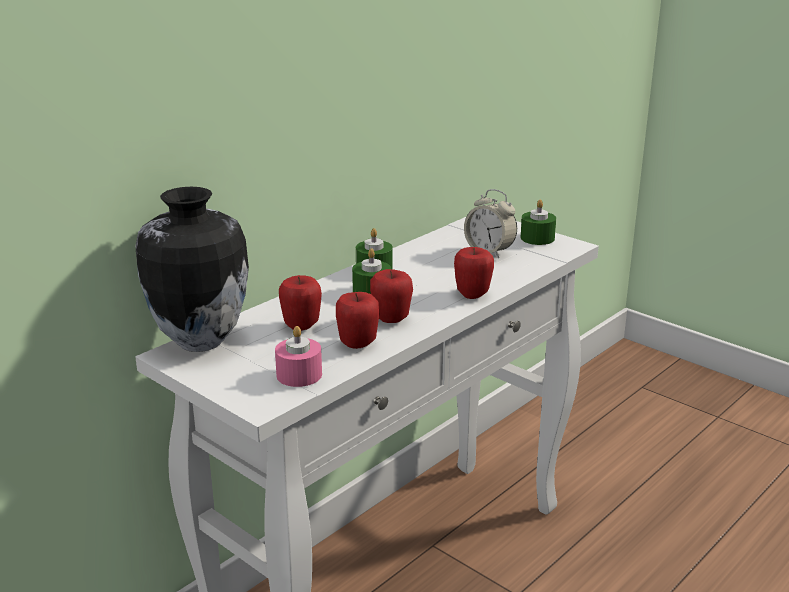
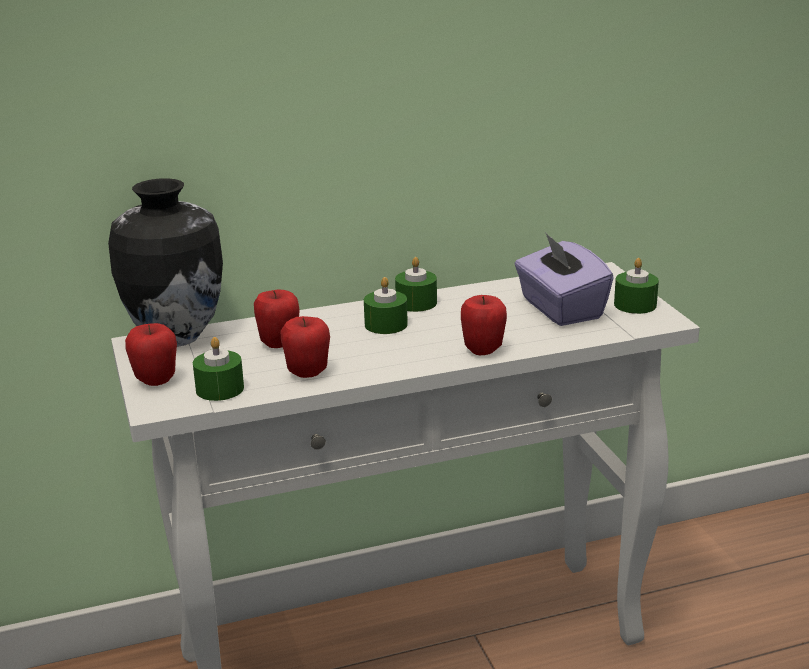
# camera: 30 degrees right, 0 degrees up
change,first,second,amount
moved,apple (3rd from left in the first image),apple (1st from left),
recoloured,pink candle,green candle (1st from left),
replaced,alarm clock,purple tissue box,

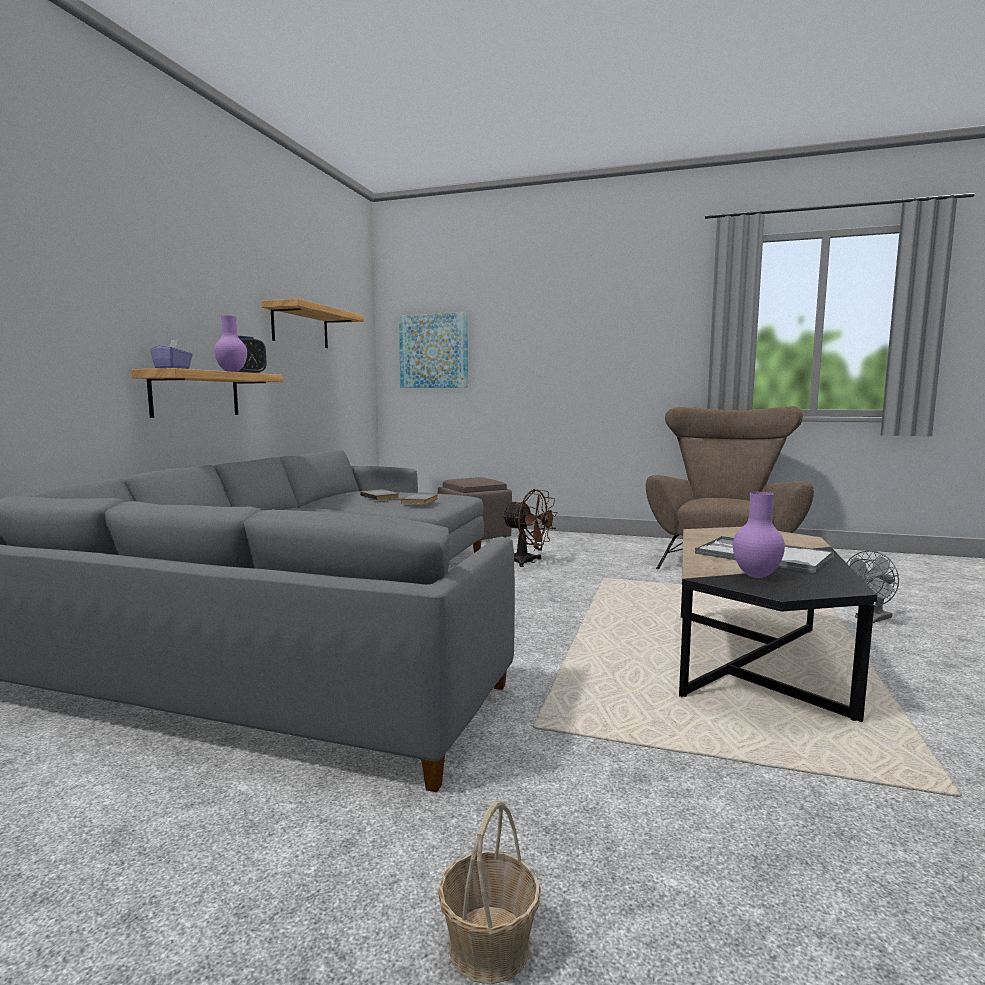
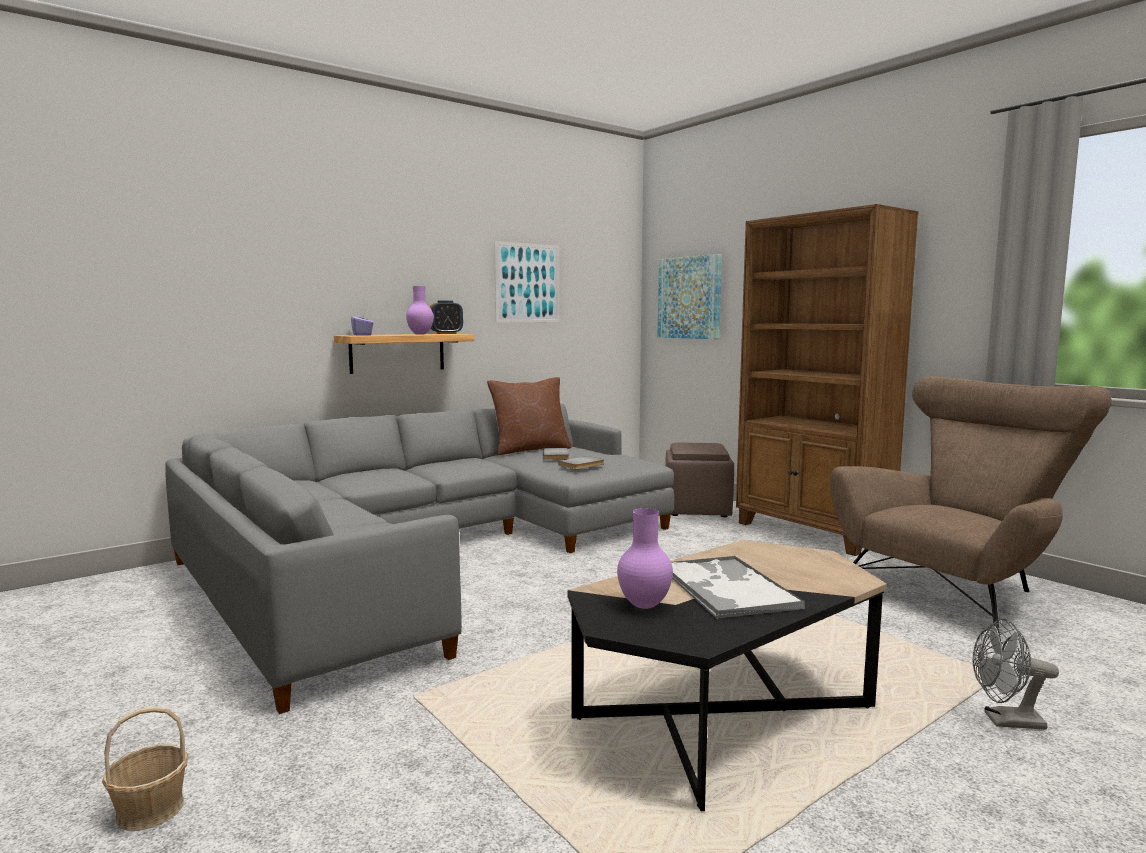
# camera: 35 degrees right, 0 degrees up
change,first,second,amount
added,,brown pillow,
replaced,shelf (2nd from left),picture (1st from left),
added,,brown bookcase,
removed,brown fan,,

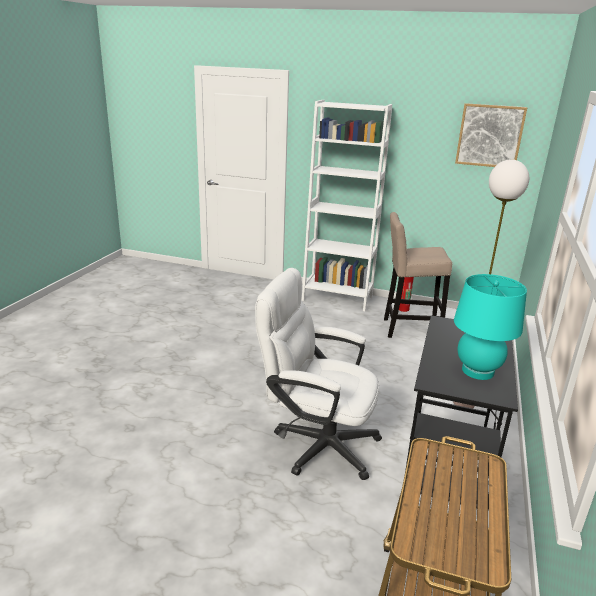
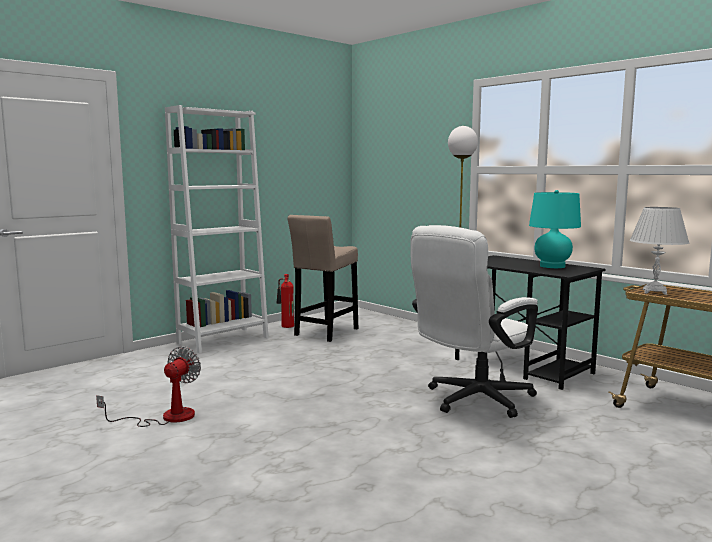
# camera: 60 degrees left, 15 degrees down
change,first,second,amount
added,,fan,
added,,white table lamp,
removed,picture,,

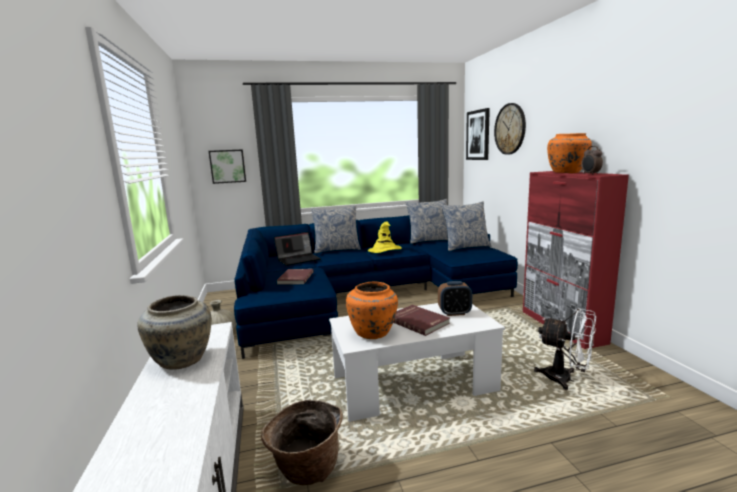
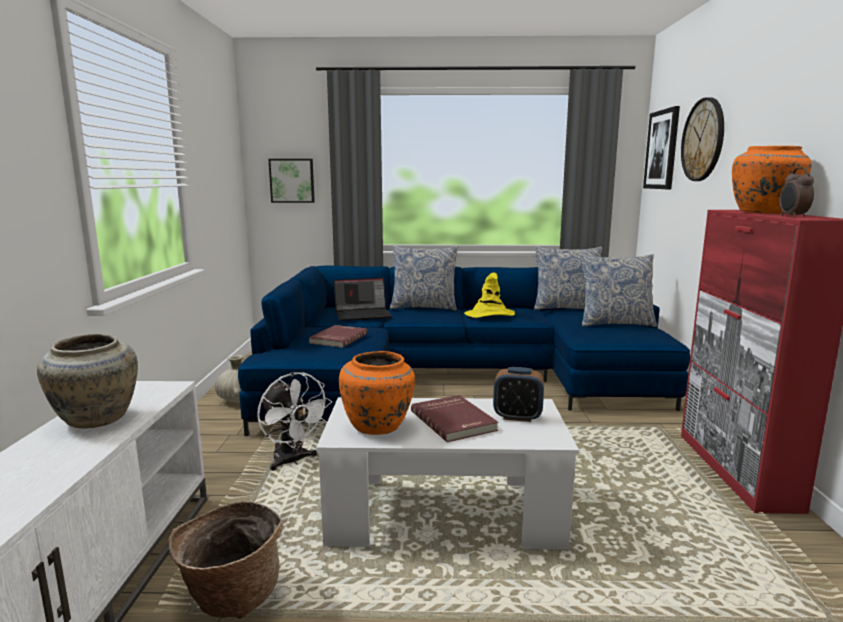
# camera: 15 degrees right, 0 degrees up
change,first,second,amount
moved,white fan,,

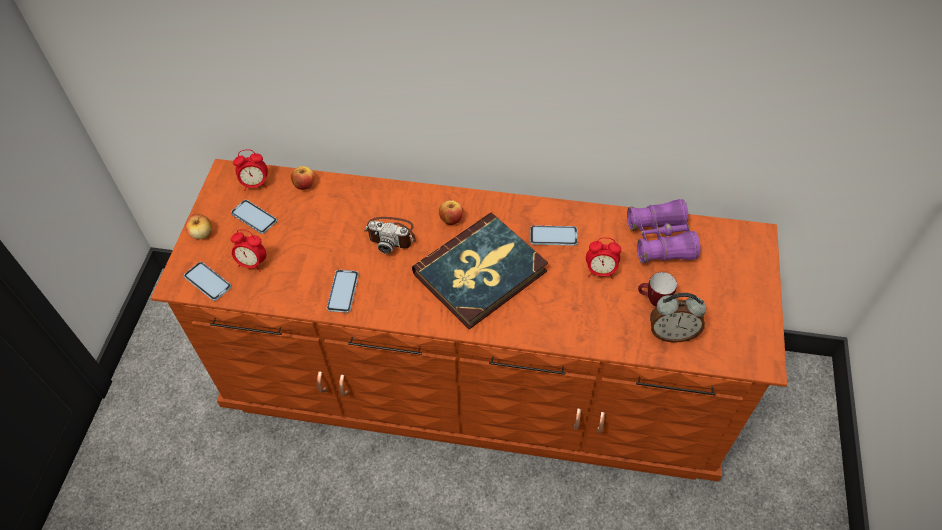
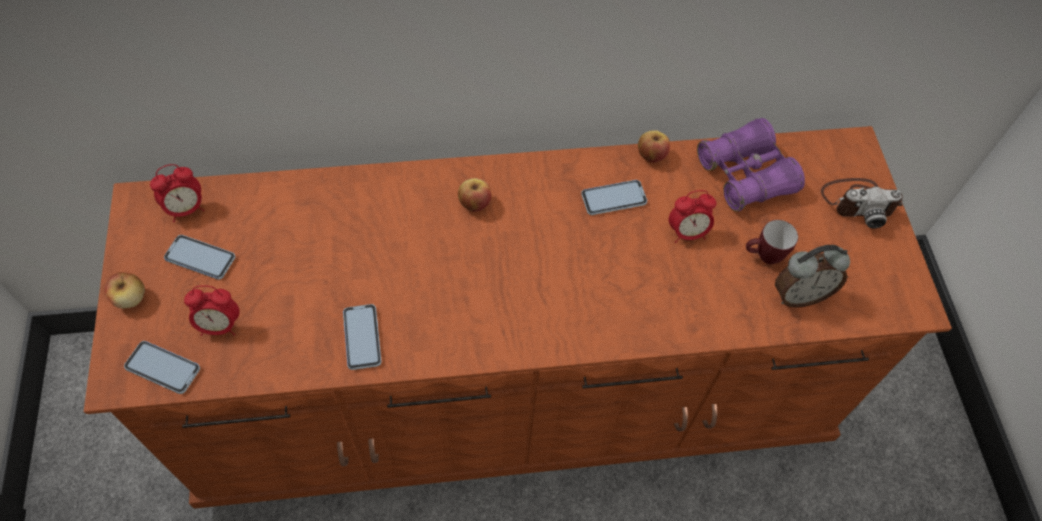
# camera: 20 degrees left, 5 degrees up
change,first,second,amount
moved,apple (2nd from left in the first image),apple (3rd from left),
moved,photo camera,,
removed,book,,

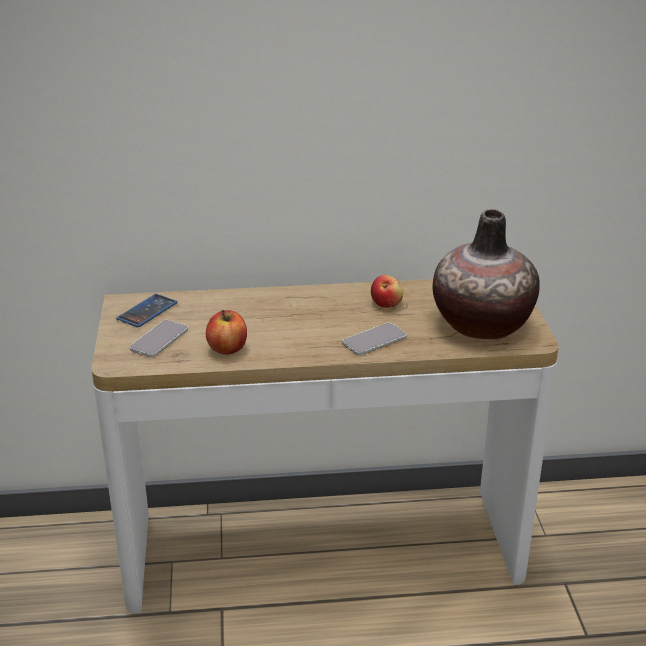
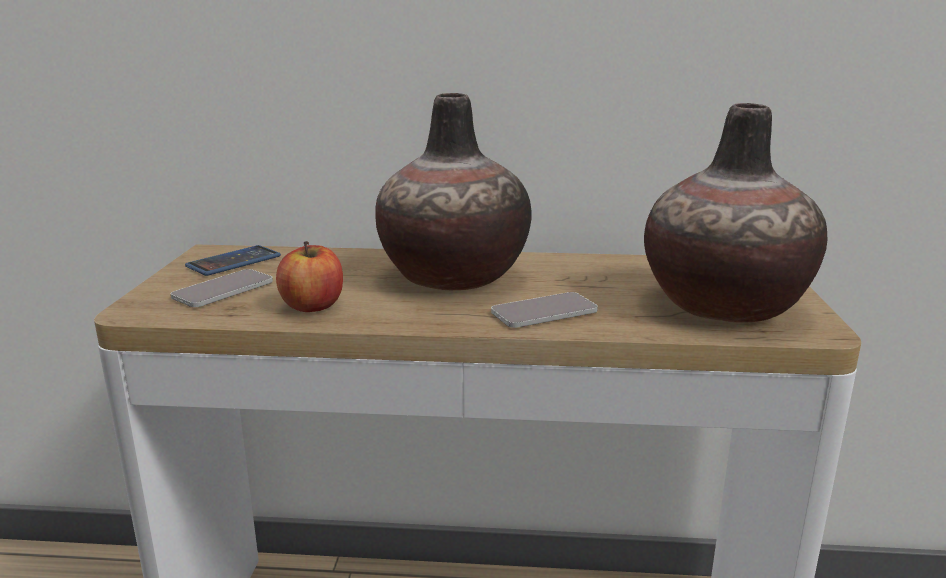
# camera: 10 degrees right, 10 degrees down
change,first,second,amount
added,,vase (1st from left),
removed,apple (2nd from left),,

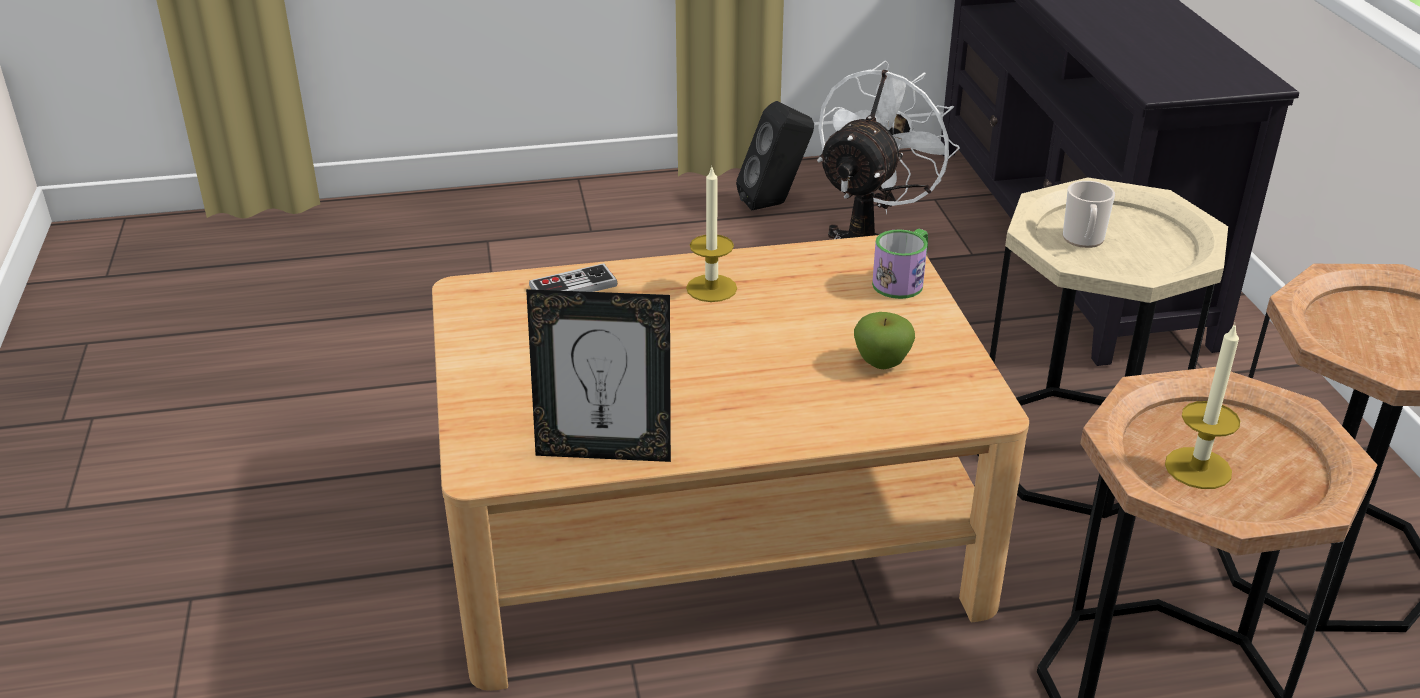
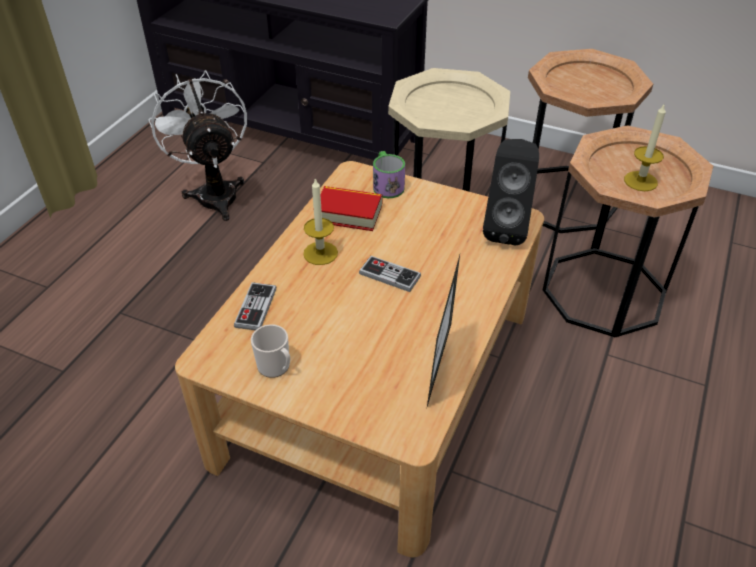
# camera: 55 degrees left, 10 degrees up
change,first,second,amount
moved,mug (2nd from left in the first image),mug (1st from left),
added,,book,
added,,game controller (2nd from left),
turned,picture frame,,150 degrees clockwise
moved,black speaker,,
removed,apple,,

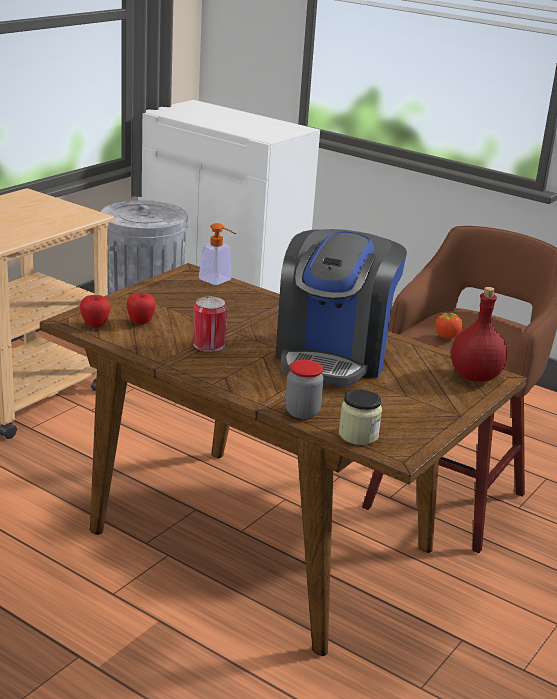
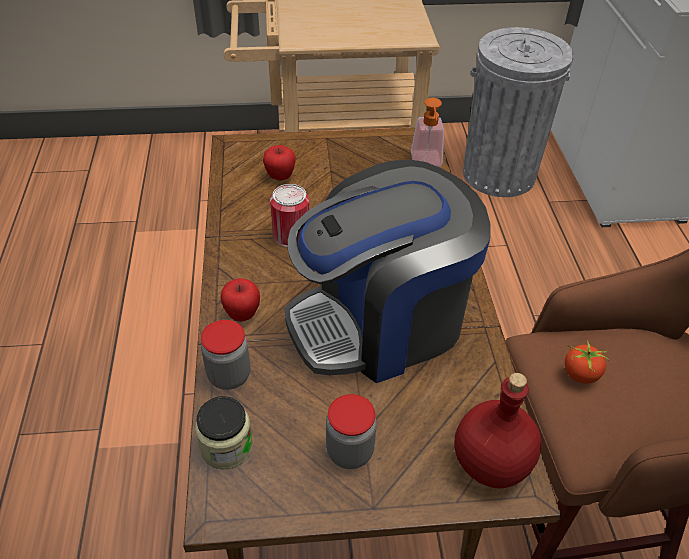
# camera: 50 degrees right, 20 degrees up
change,first,second,amount
moved,apple (1st from left),,
added,,jar (3rd from left),

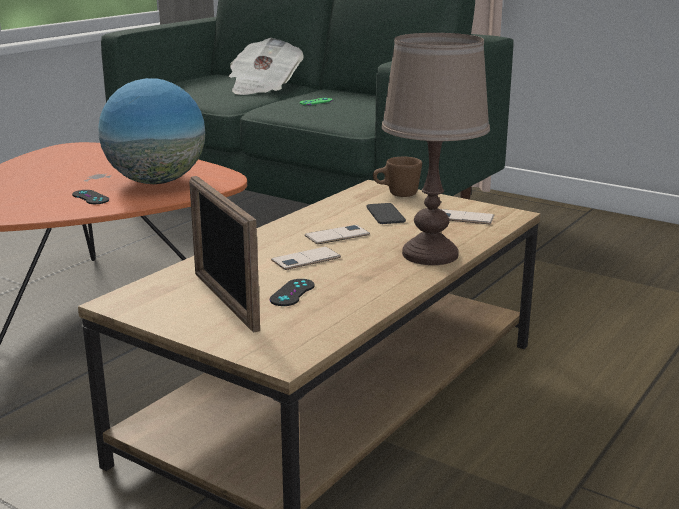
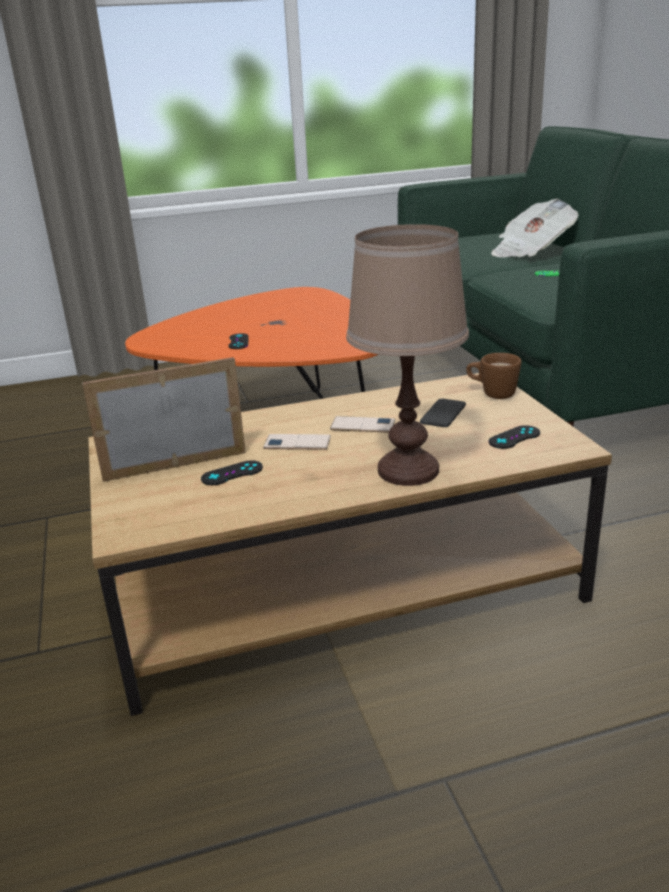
# camera: 40 degrees right, 5 degrees up
change,first,second,amount
turned,picture frame,,60 degrees clockwise
replaced,phone (4th from left),black game controller (3rd from left),
removed,globe,,

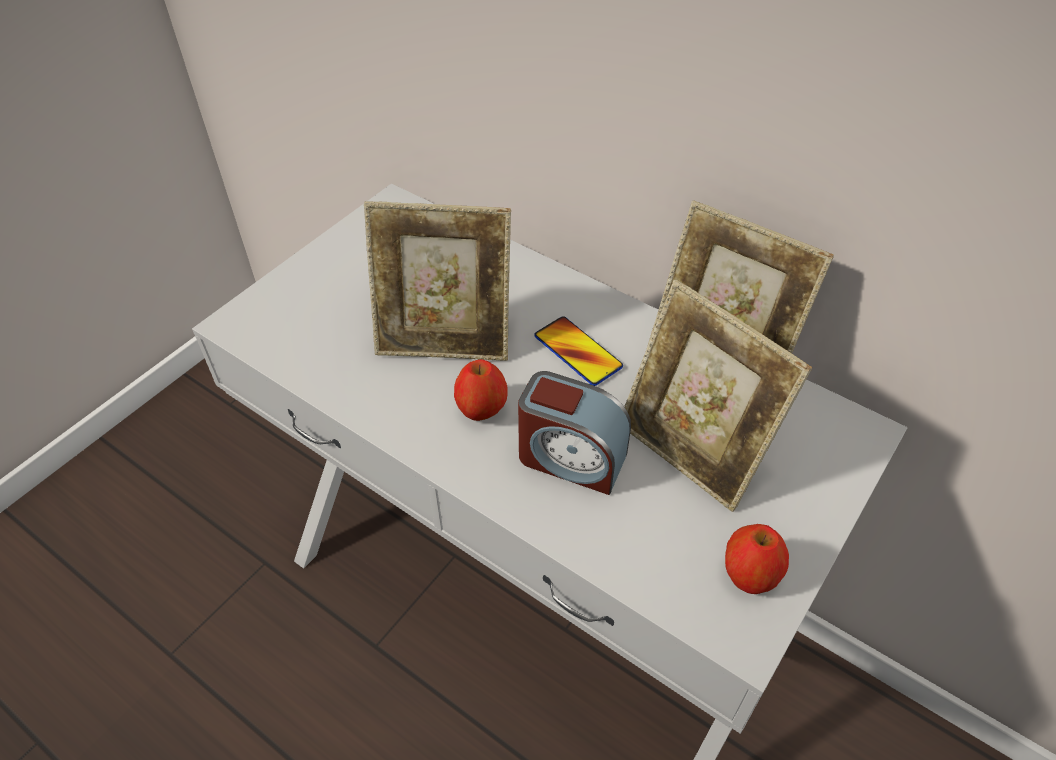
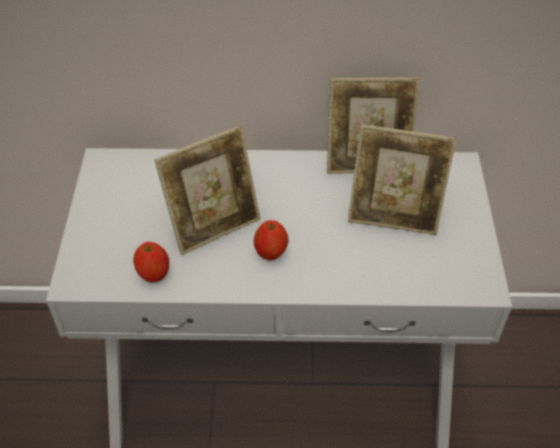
# camera: 35 degrees left, 0 degrees up
change,first,second,amount
moved,apple (2nd from left in the first image),apple (1st from left),
removed,alarm clock,,
removed,phone,,

